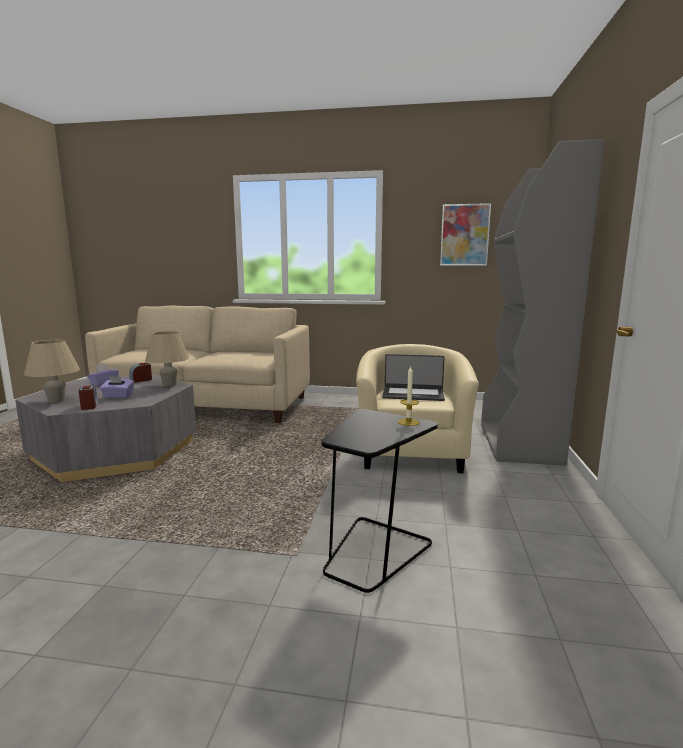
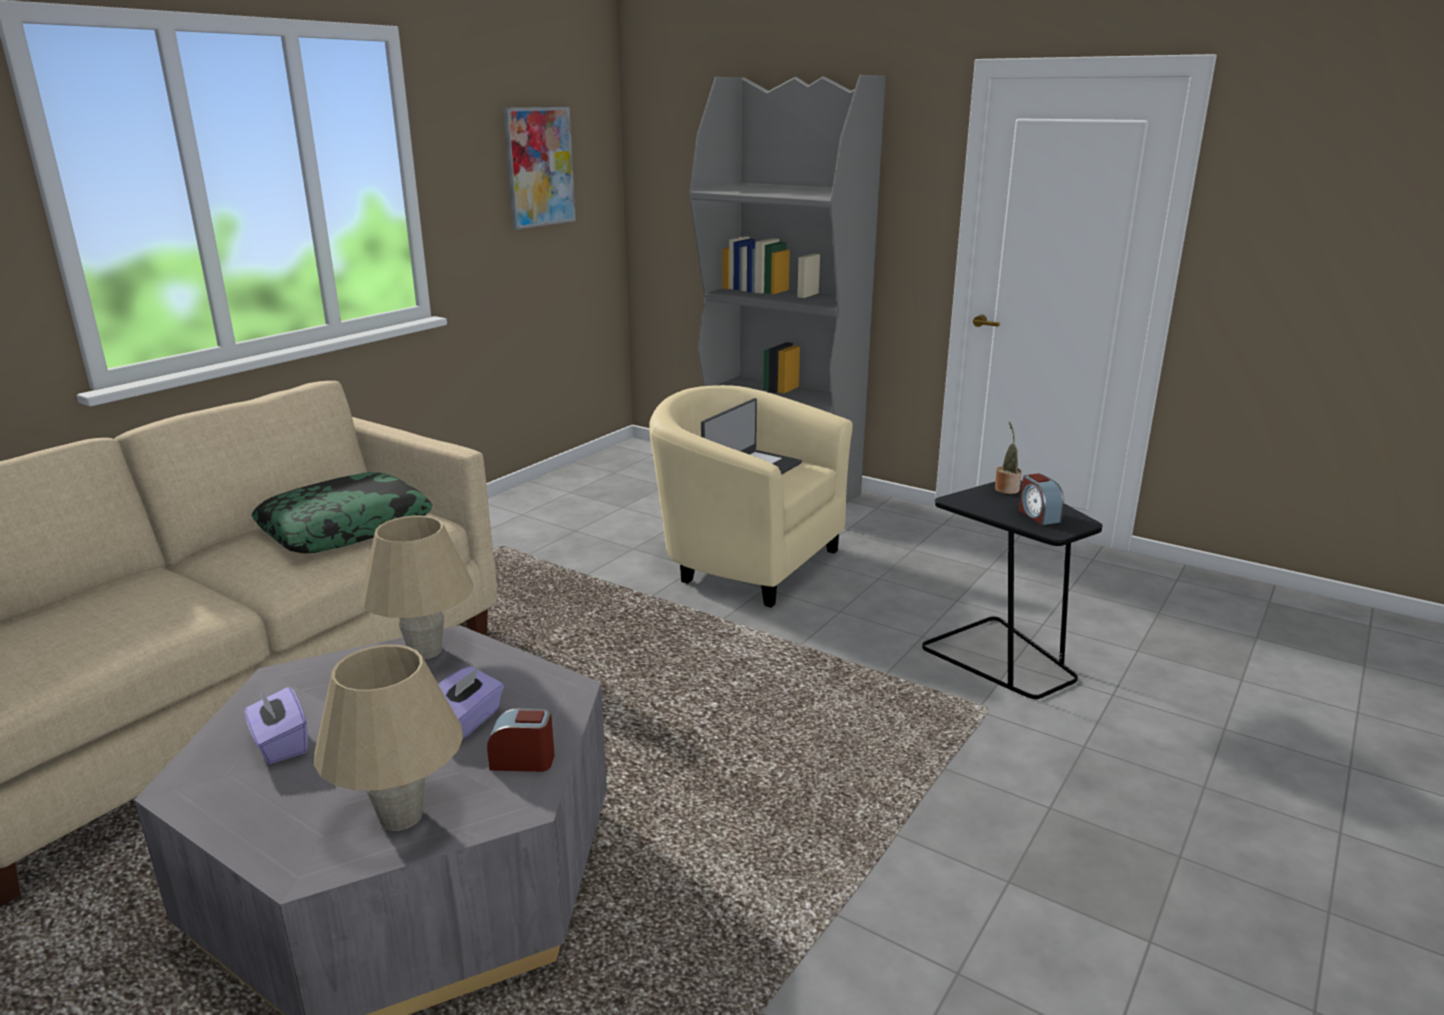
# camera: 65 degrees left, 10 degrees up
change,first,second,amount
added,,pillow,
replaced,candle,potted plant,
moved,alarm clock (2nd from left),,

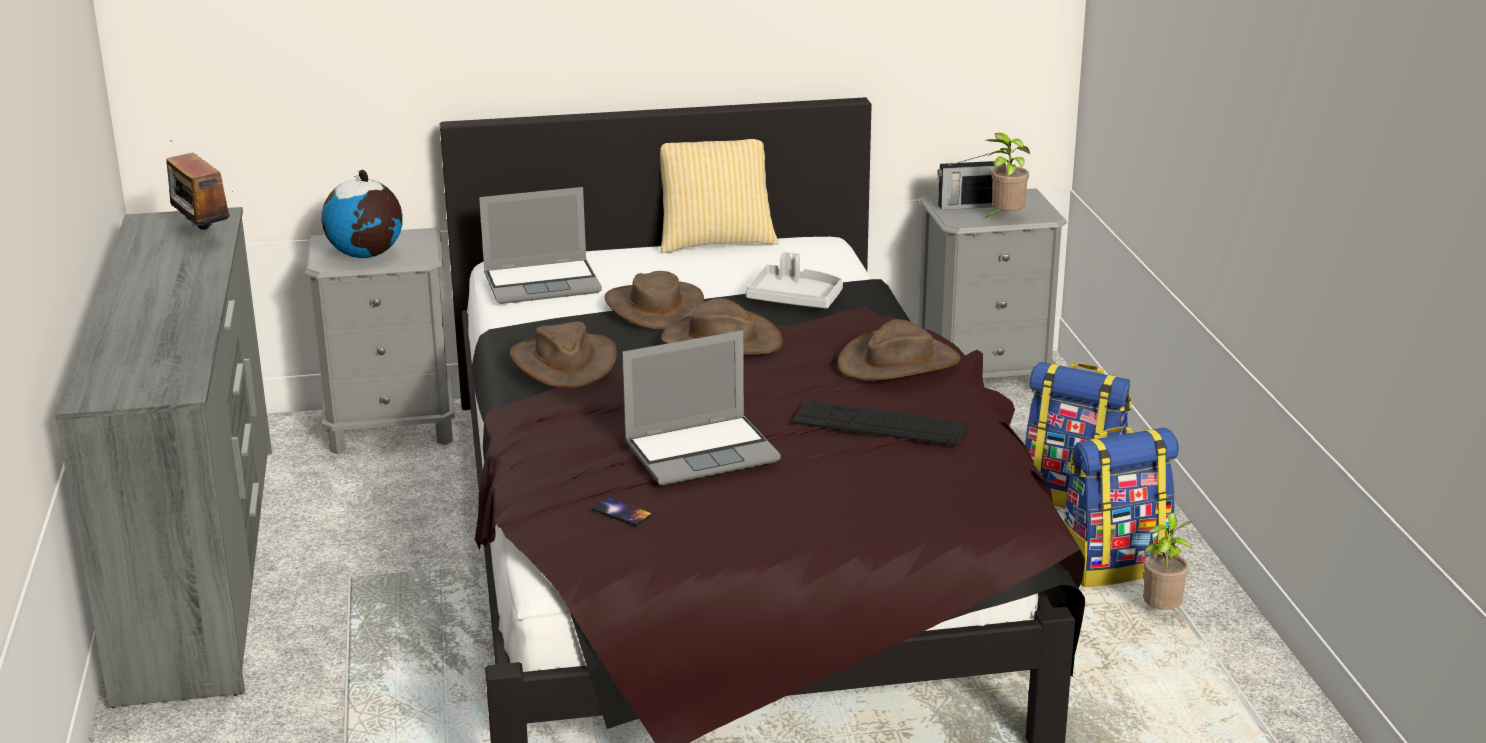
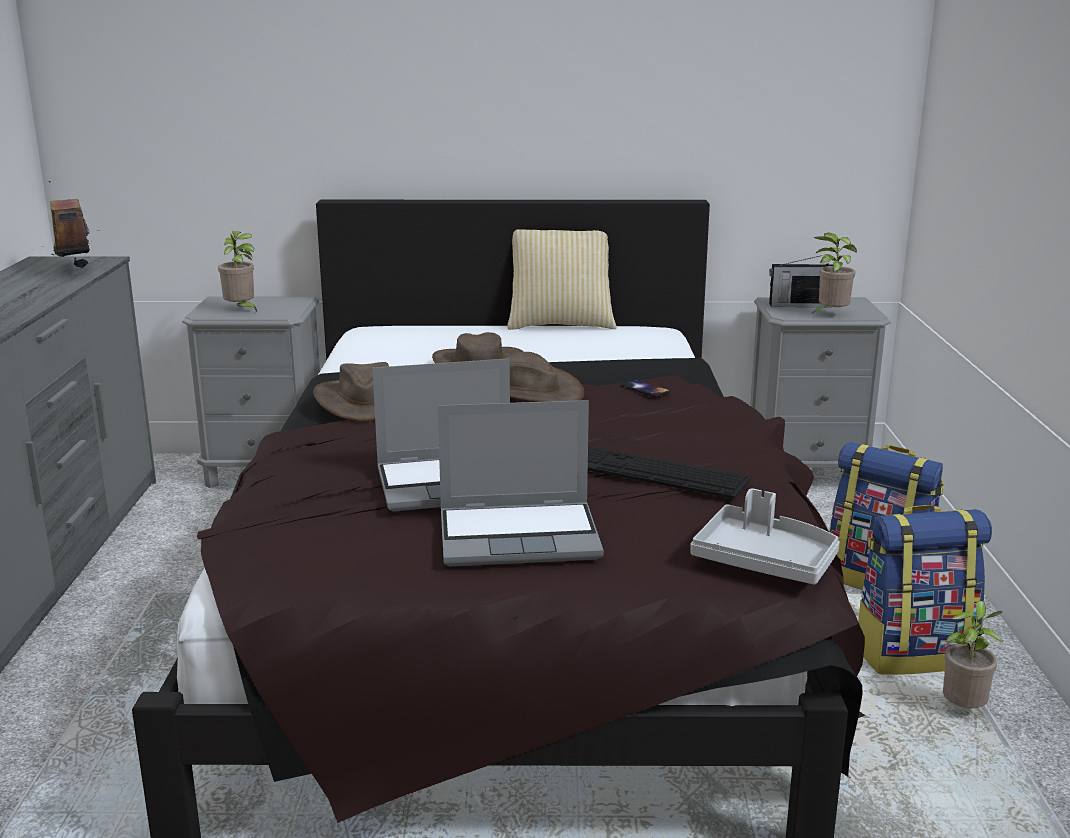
# camera: 10 degrees right, 5 degrees down
change,first,second,amount
replaced,globe,potted plant (1st from left),
moved,laptop (1st from left in the first image),laptop (2nd from left),
moved,phone,,
moved,grey tray,,
removed,brown hat (4th from left),,

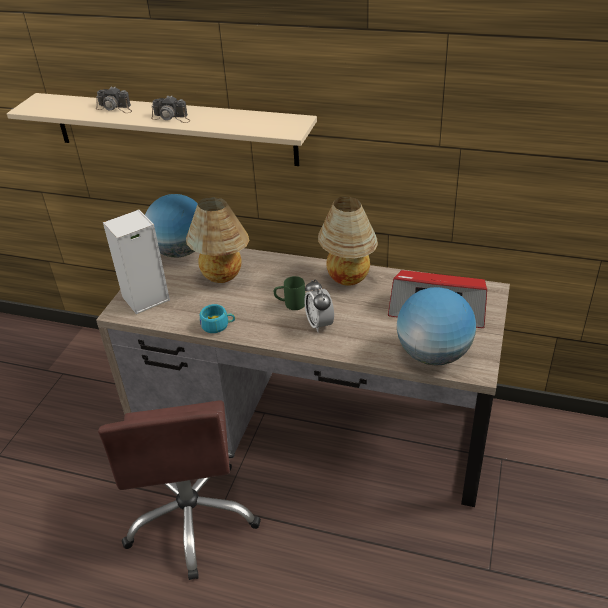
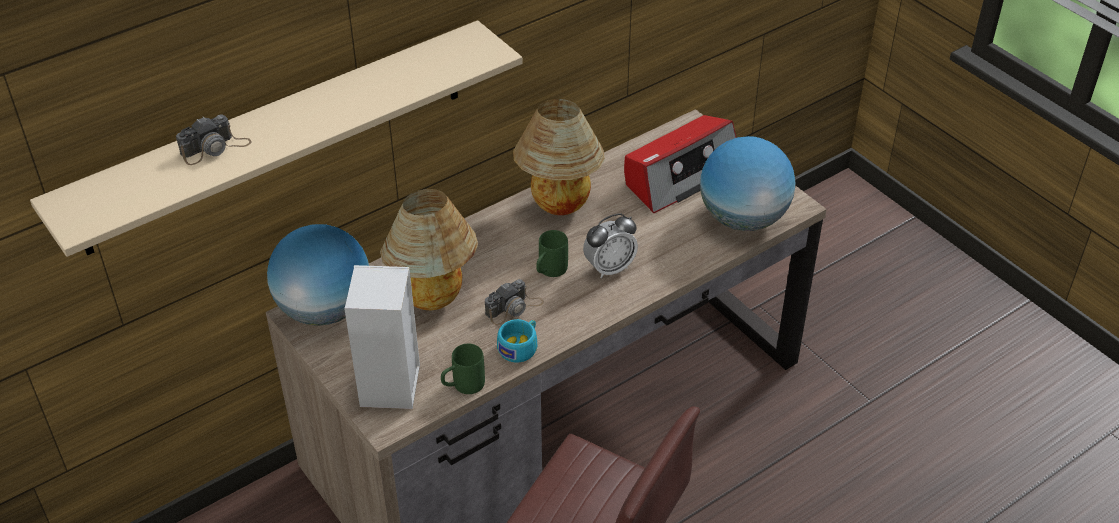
# camera: 55 degrees left, 5 degrees up
change,first,second,amount
added,,green mug (1st from left),
moved,photo camera (2nd from left),,
turned,alarm clock,,45 degrees counterclockwise

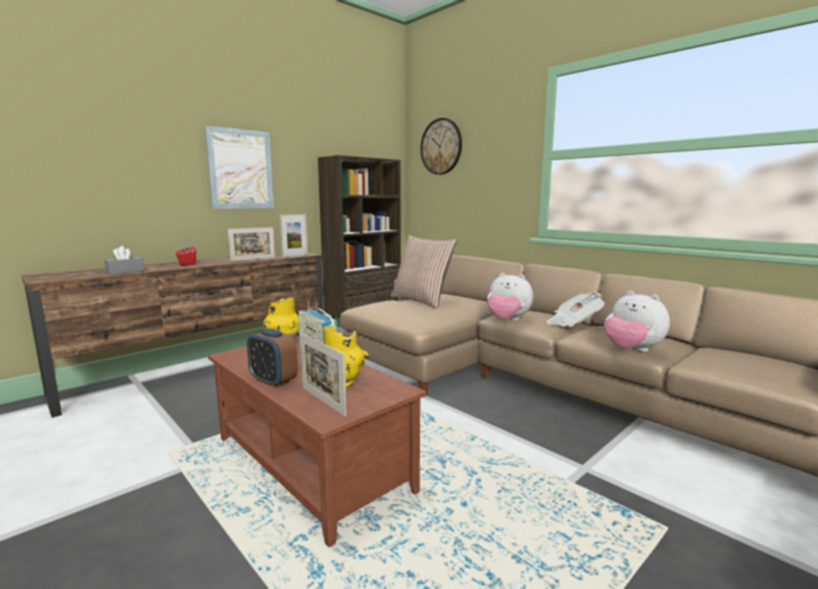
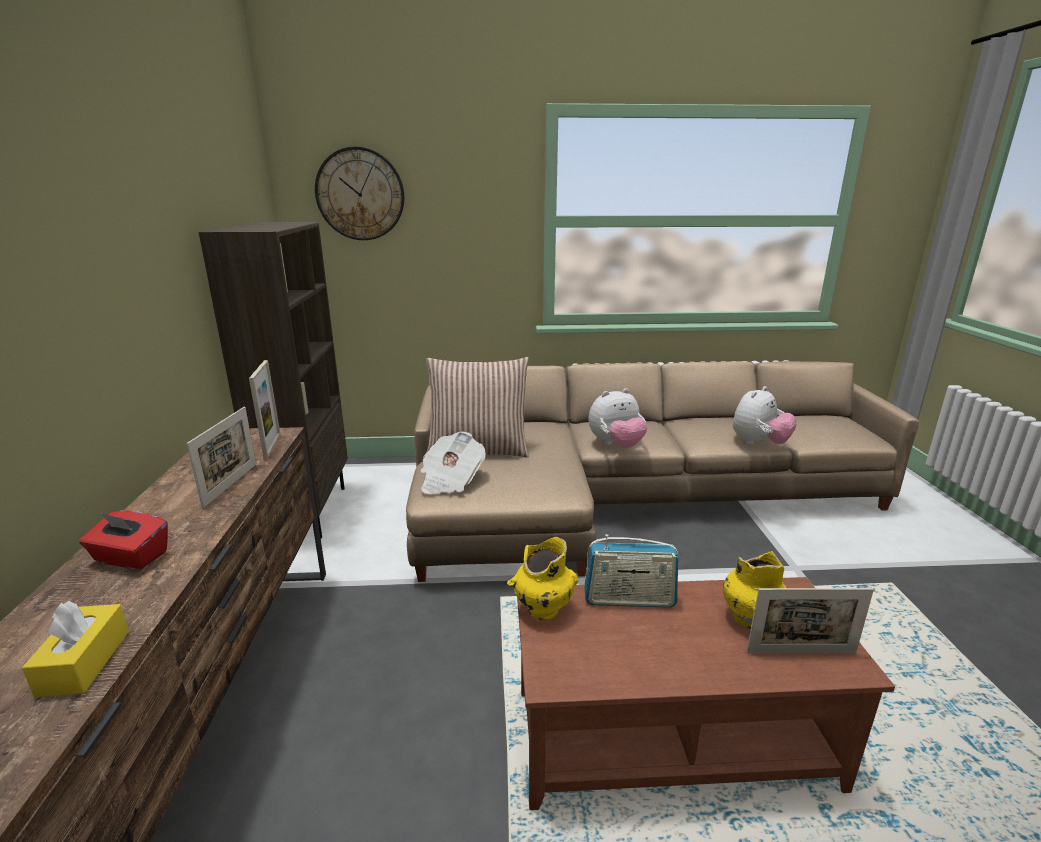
# camera: 50 degrees left, 10 degrees up
change,first,second,amount
recoloured,grey tissue box,yellow tissue box,
moved,newspaper,,
turned,plush toy (2nd from left),,45 degrees counterclockwise
removed,picture,,
removed,alarm clock,,

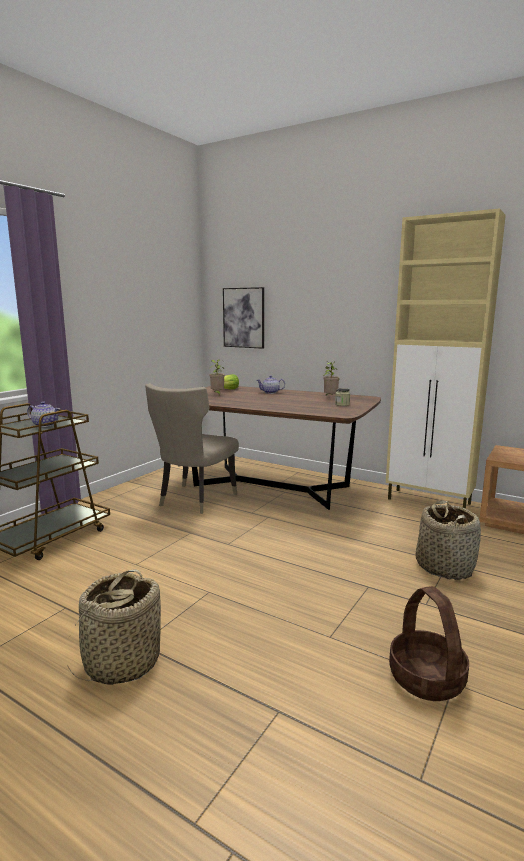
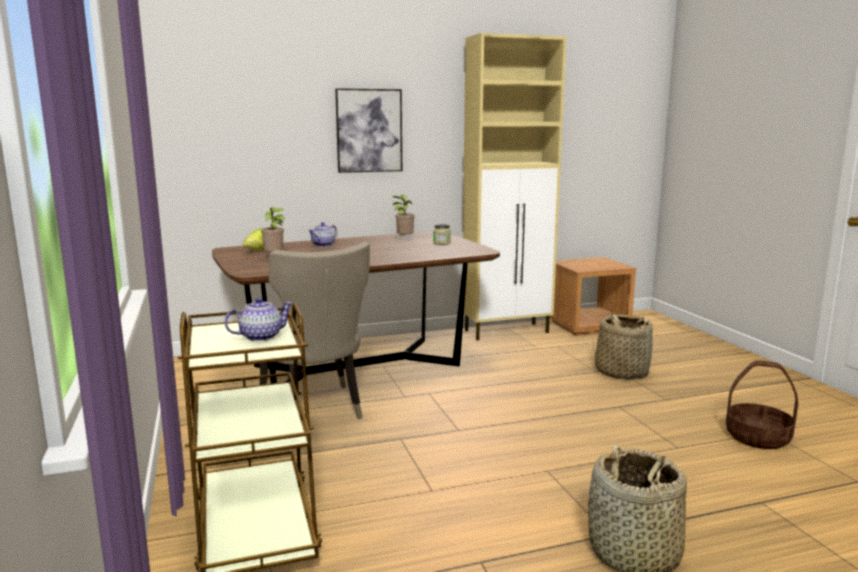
# camera: 50 degrees left, 0 degrees up
change,first,second,amount
moved,picture,,

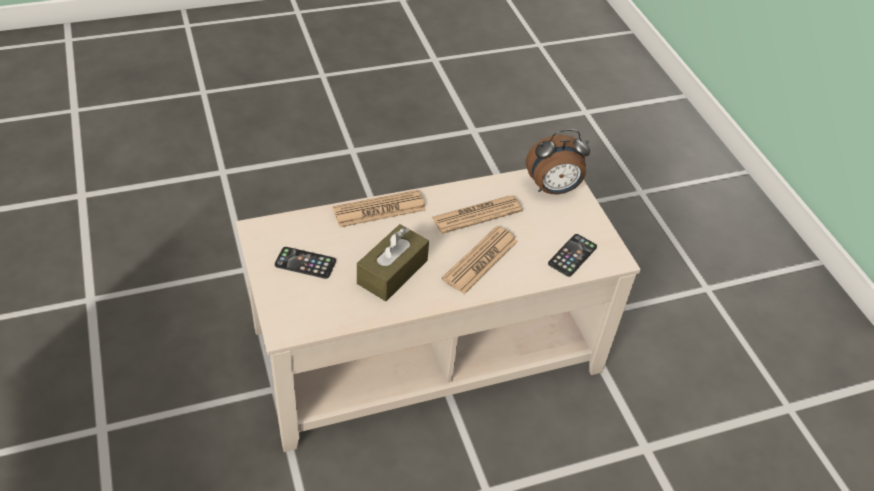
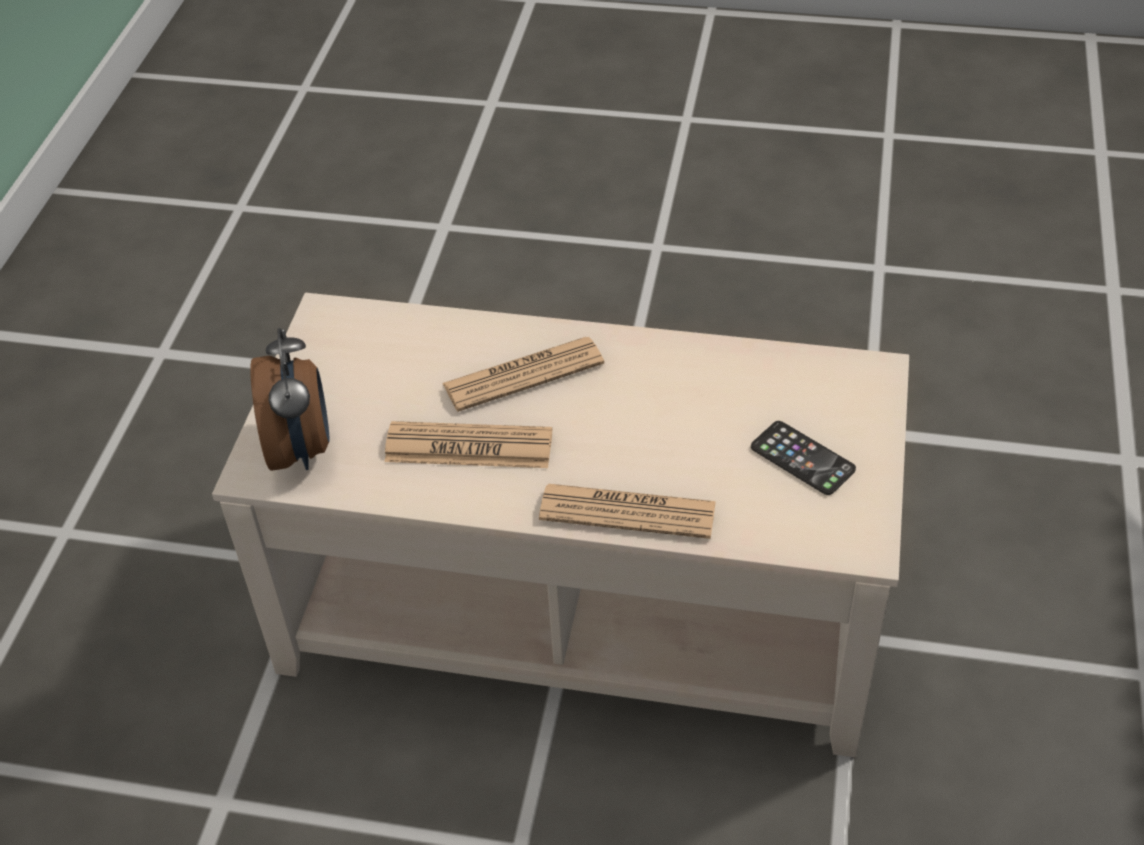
# camera: 145 degrees left, 0 degrees up
change,first,second,amount
turned,alarm clock,,60 degrees clockwise
removed,brown tissue box,,
removed,phone (2nd from left),,

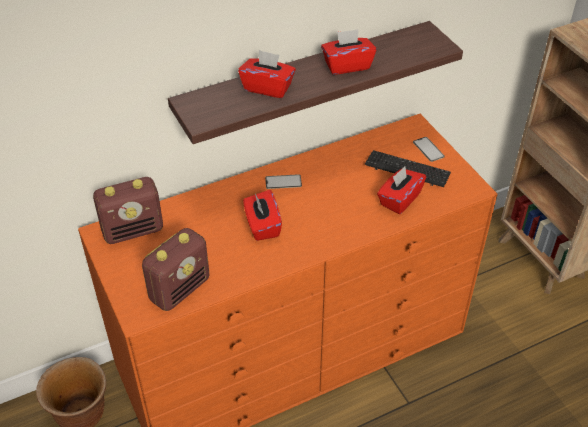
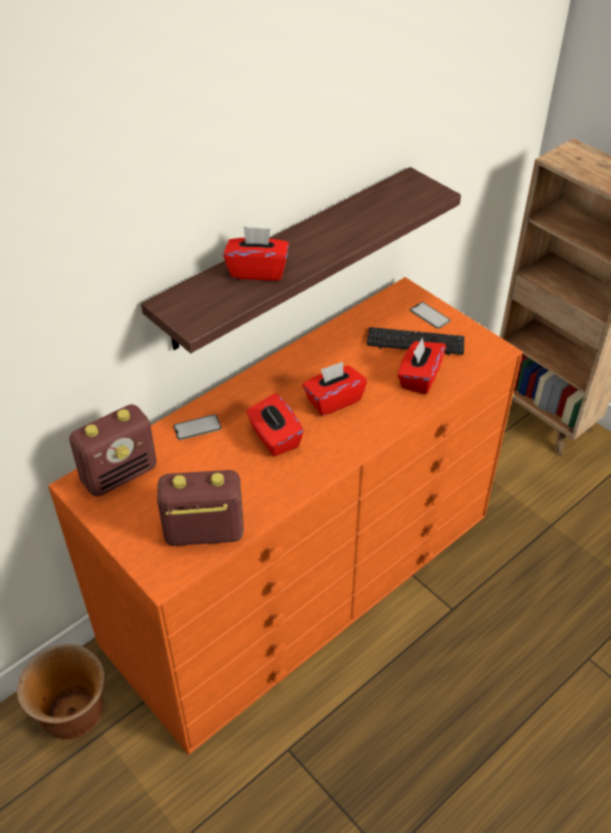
# camera: 15 degrees left, 0 degrees up
change,first,second,amount
turned,radio (2nd from left),,120 degrees counterclockwise
moved,phone (1st from left),,
moved,red tissue box (3rd from left),,

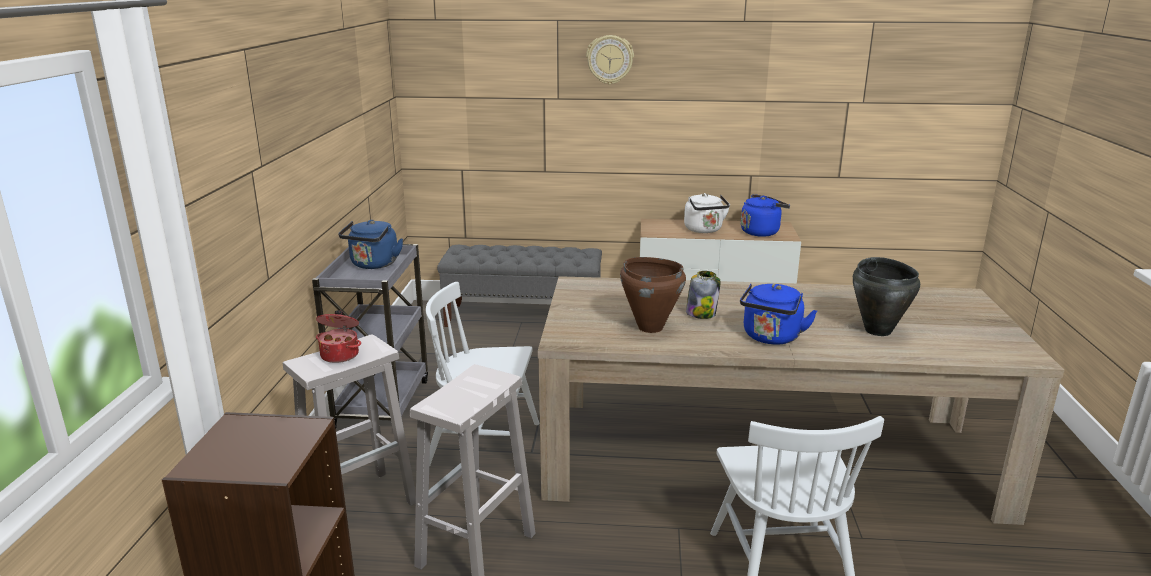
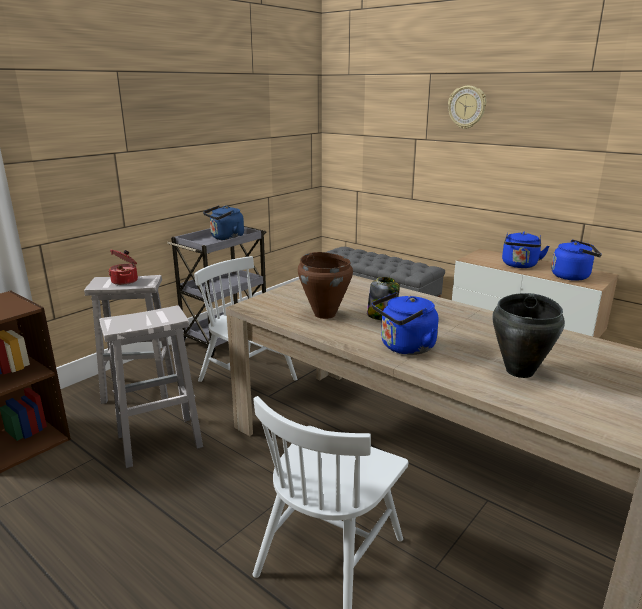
# camera: 35 degrees right, 0 degrees up
change,first,second,amount
recoloured,white kettle,blue kettle (3rd from left),

